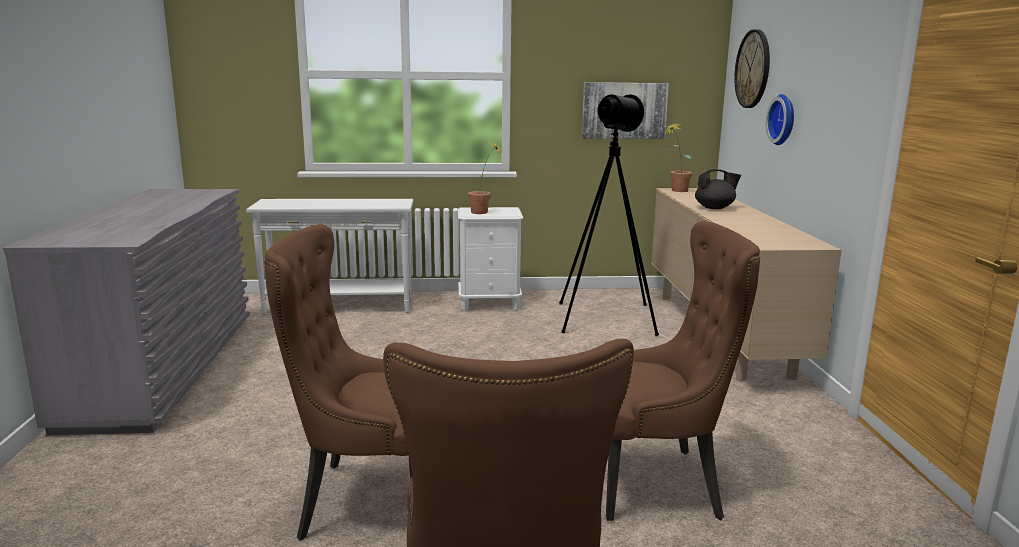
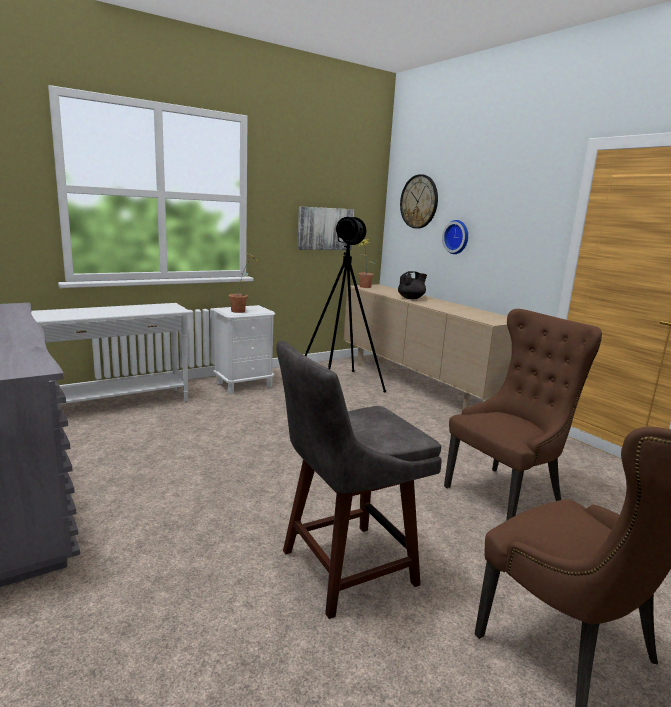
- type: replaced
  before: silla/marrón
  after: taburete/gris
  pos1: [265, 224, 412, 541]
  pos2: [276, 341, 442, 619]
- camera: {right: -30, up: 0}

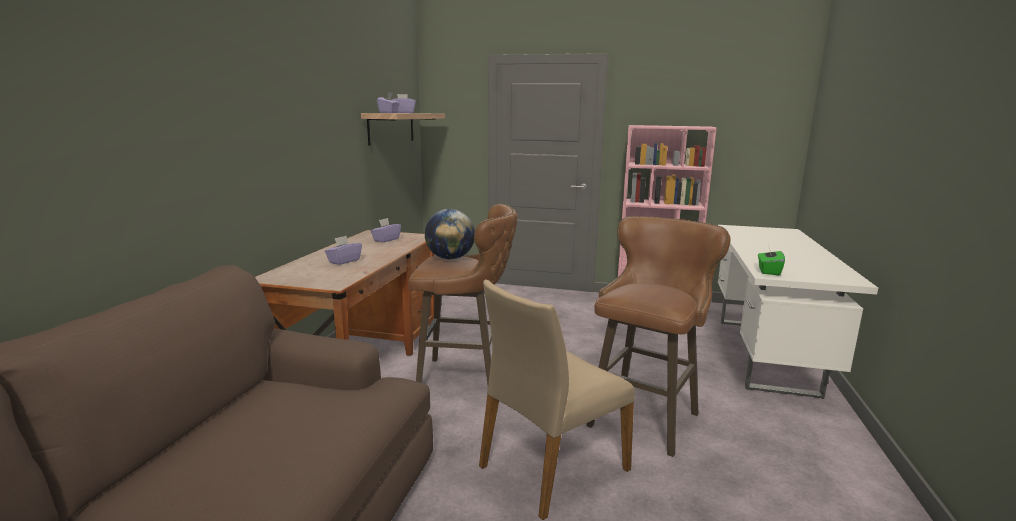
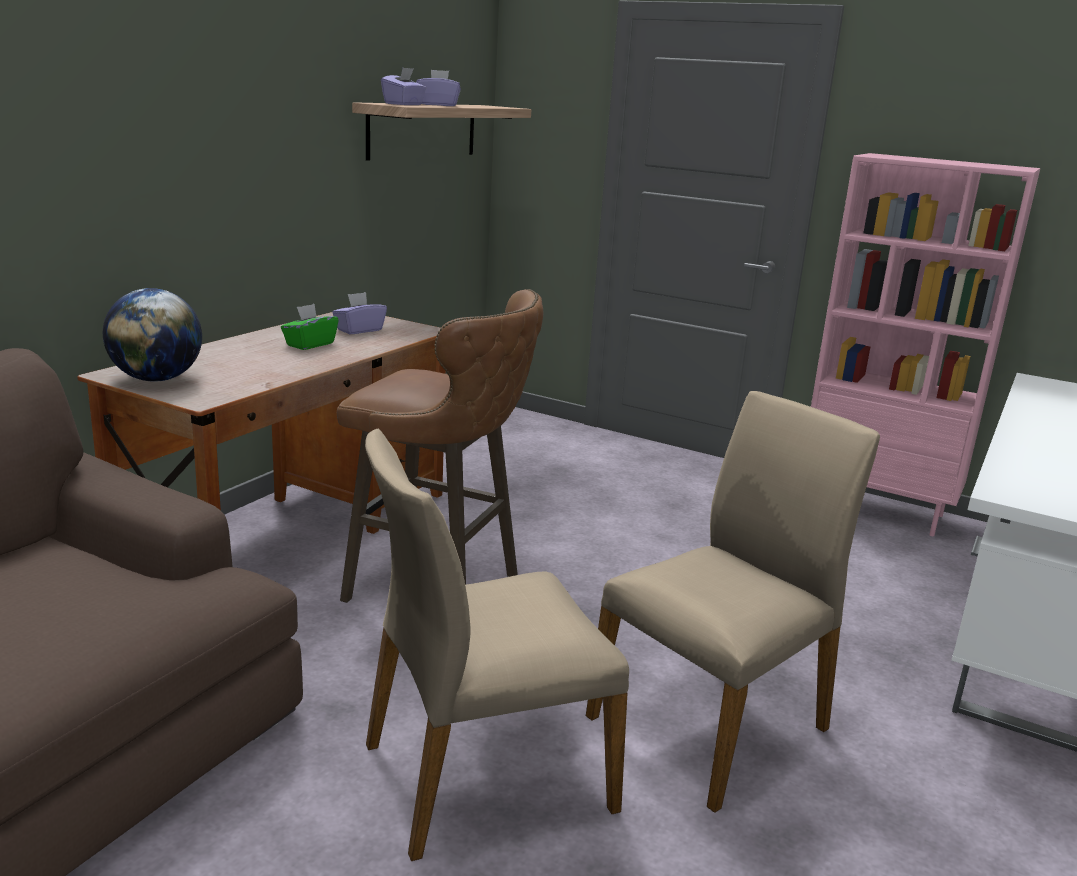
- type: moved
  before: globo terráqueo
  pos1: [425, 209, 475, 259]
  pos2: [103, 288, 202, 382]
- type: moved
  before: caja de pañuelos/verde
  pos1: [758, 244, 785, 275]
  pos2: [281, 304, 339, 350]
- type: replaced
  before: taburete/marrón
  after: silla/beis
  pos1: [586, 216, 731, 457]
  pos2: [586, 391, 880, 813]
- type: removed
  before: caja de pañuelos/morado
  pos1: [325, 236, 362, 265]
- camera: {right: 15, up: 5}

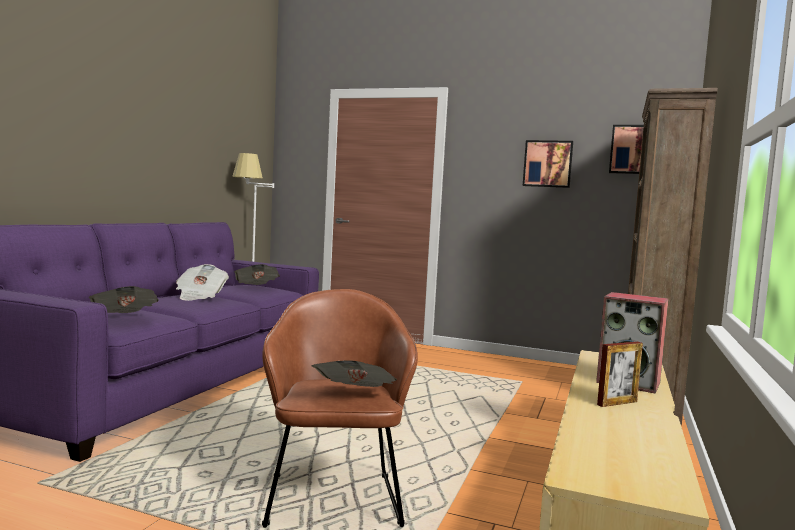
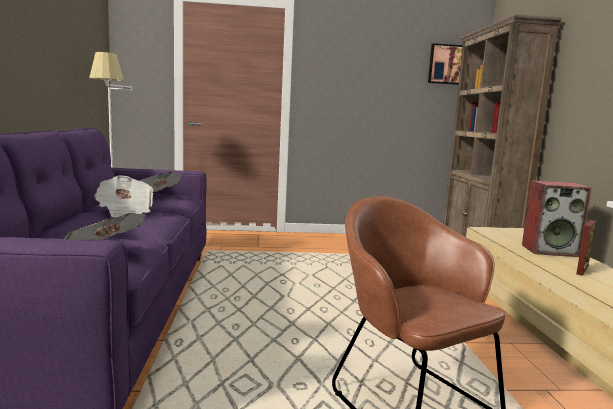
- type: removed
  before: periódico
  pos1: [311, 361, 397, 387]
- type: removed
  before: cuadro
  pos1: [523, 140, 573, 188]
- camera: {right: -25, up: 5}

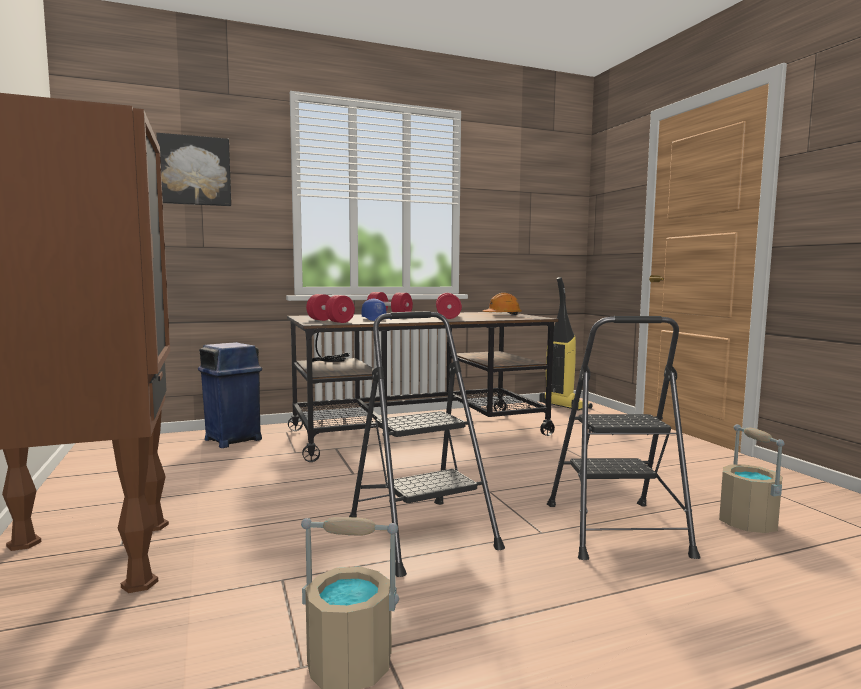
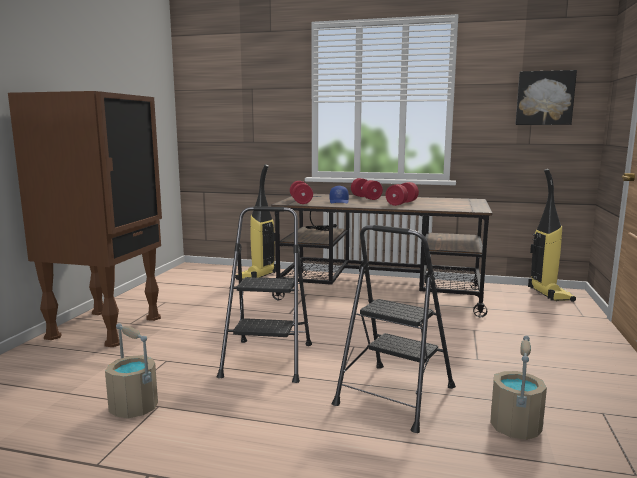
- type: replaced
  before: papelera/azul
  after: aspiradora
  pos1: [198, 342, 262, 448]
  pos2: [235, 165, 276, 280]
- type: moved
  before: cuadro
  pos1: [157, 133, 231, 206]
  pos2: [515, 70, 577, 125]
- type: removed
  before: casco/naranja
  pos1: [483, 293, 522, 315]
- camera: {right: 35, up: 5}

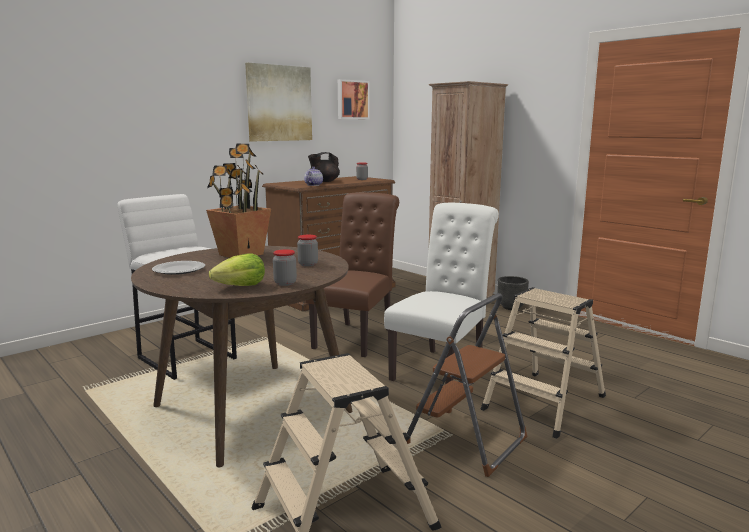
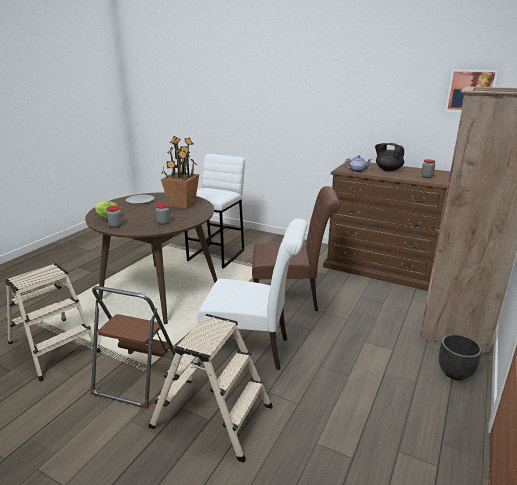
- type: removed
  before: cuadro
  pos1: [245, 63, 312, 141]
- camera: {right: 70, up: 10}

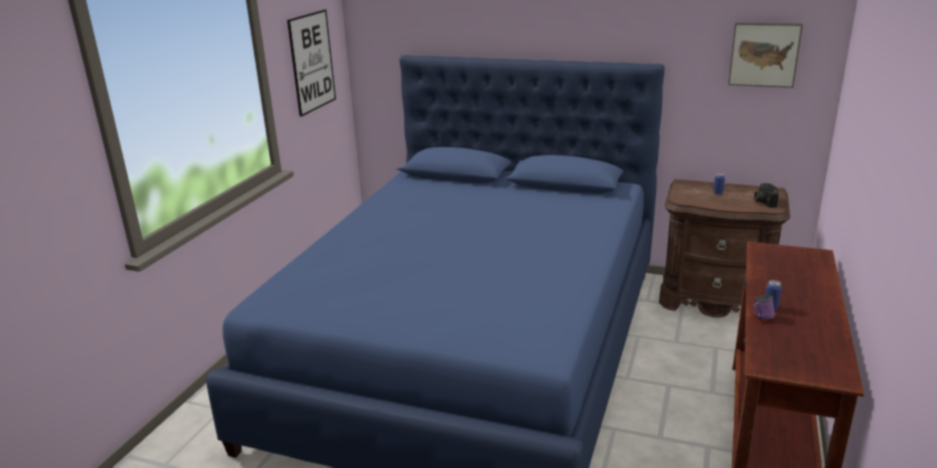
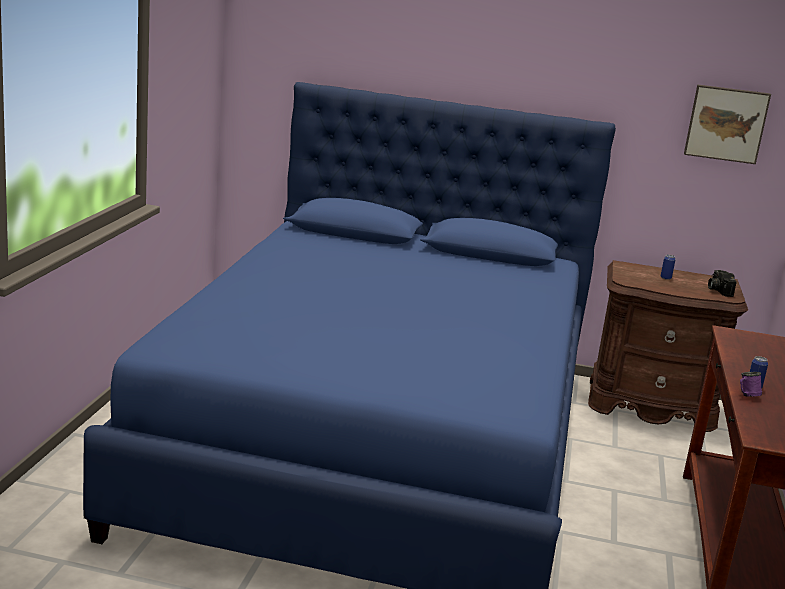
- type: removed
  before: cuadro
  pos1: [287, 9, 336, 117]
- camera: {right: -10, up: -5}

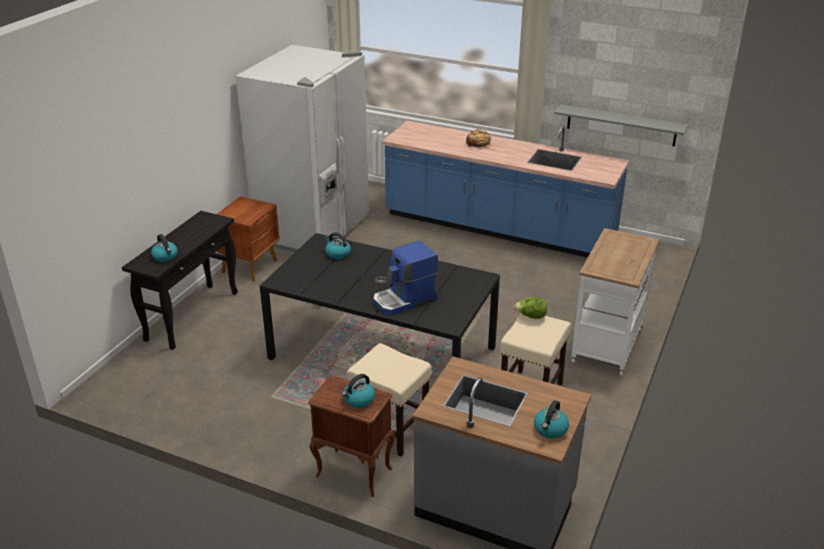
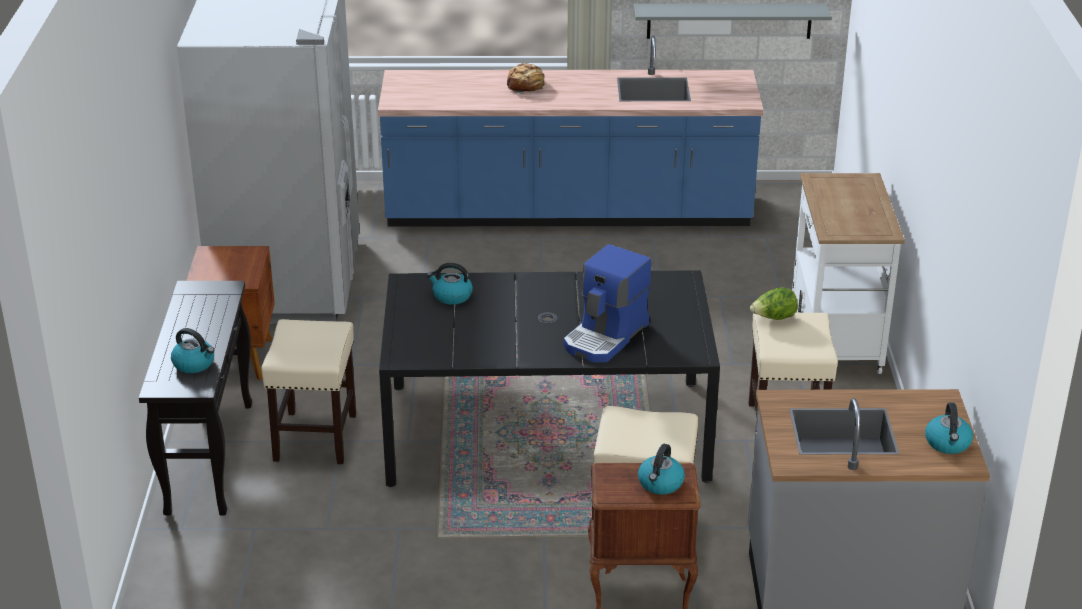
- type: added
  after: taburete/beis
  pos2: [261, 319, 356, 464]
- camera: {right: -25, up: 0}

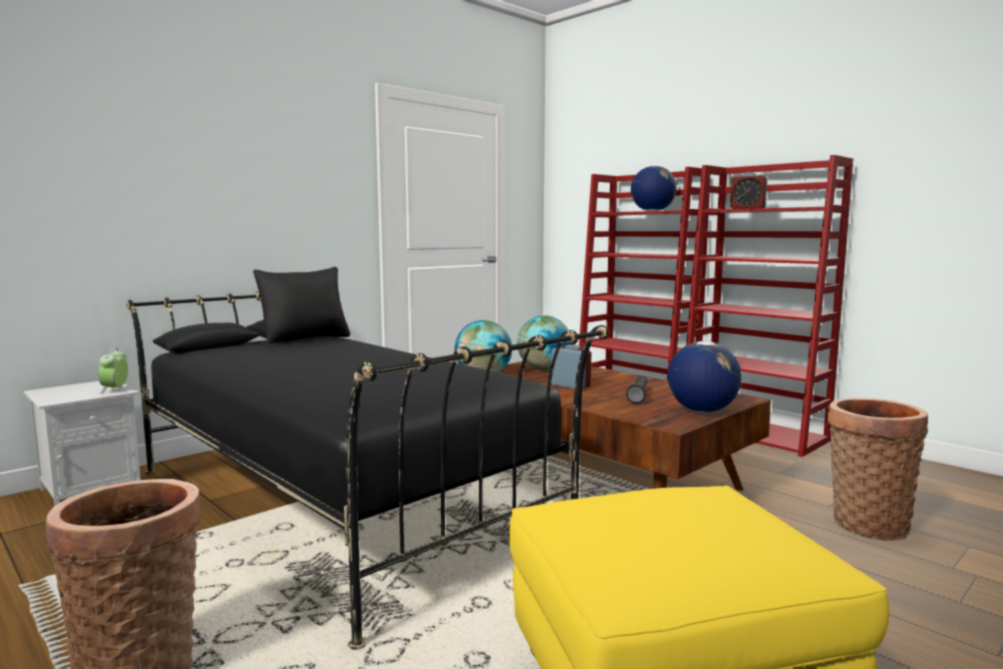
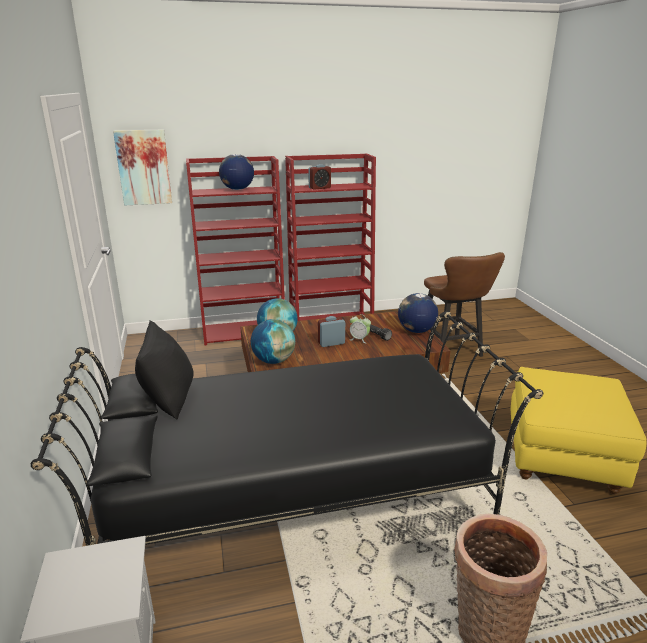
- type: added
  after: cuadro
  pos2: [113, 130, 172, 205]
- type: moved
  before: despertador
  pos1: [98, 347, 128, 394]
  pos2: [350, 314, 371, 343]
- type: replaced
  before: cesta
  after: taburete/marrón
  pos1: [827, 398, 928, 541]
  pos2: [424, 252, 505, 357]
- camera: {right: -60, up: 15}

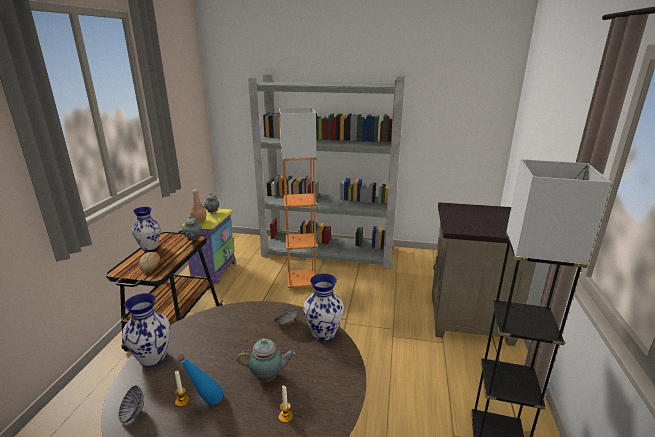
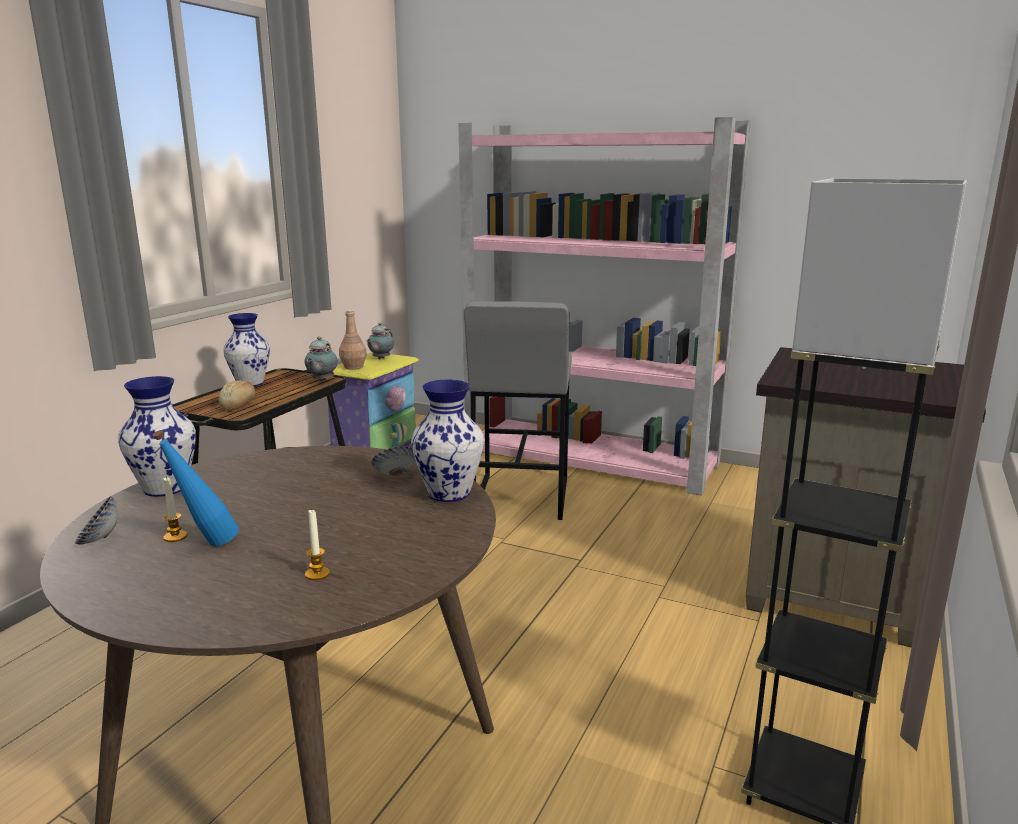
- type: recoloured
  before: estantería/gris
  after: estantería/rosa
  pos1: [248, 75, 405, 269]
  pos2: [458, 117, 750, 496]
- type: replaced
  before: lámpara de pie/naranja
  after: taburete/gris
  pos1: [279, 108, 318, 291]
  pos2: [464, 301, 572, 520]
- type: removed
  before: tetera
  pos1: [237, 338, 295, 382]
- camera: {right: 15, up: -5}

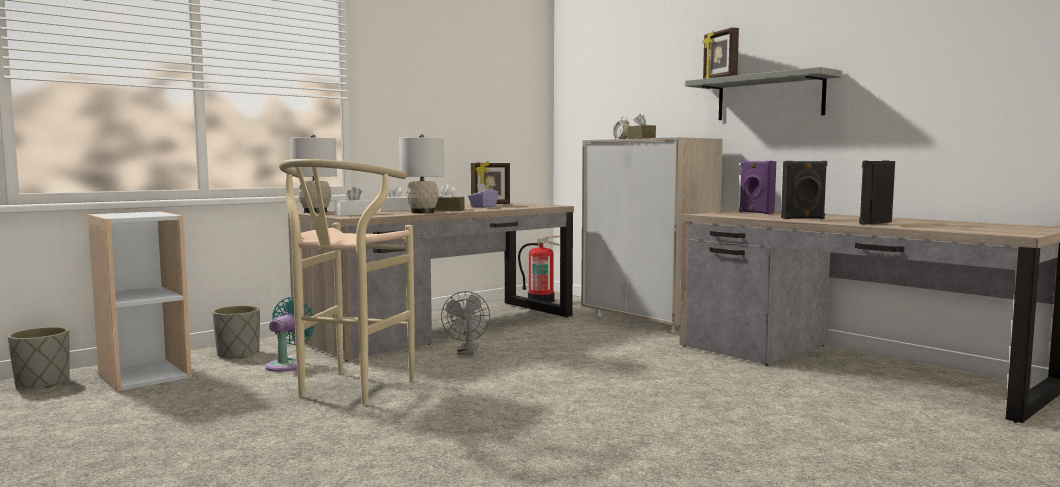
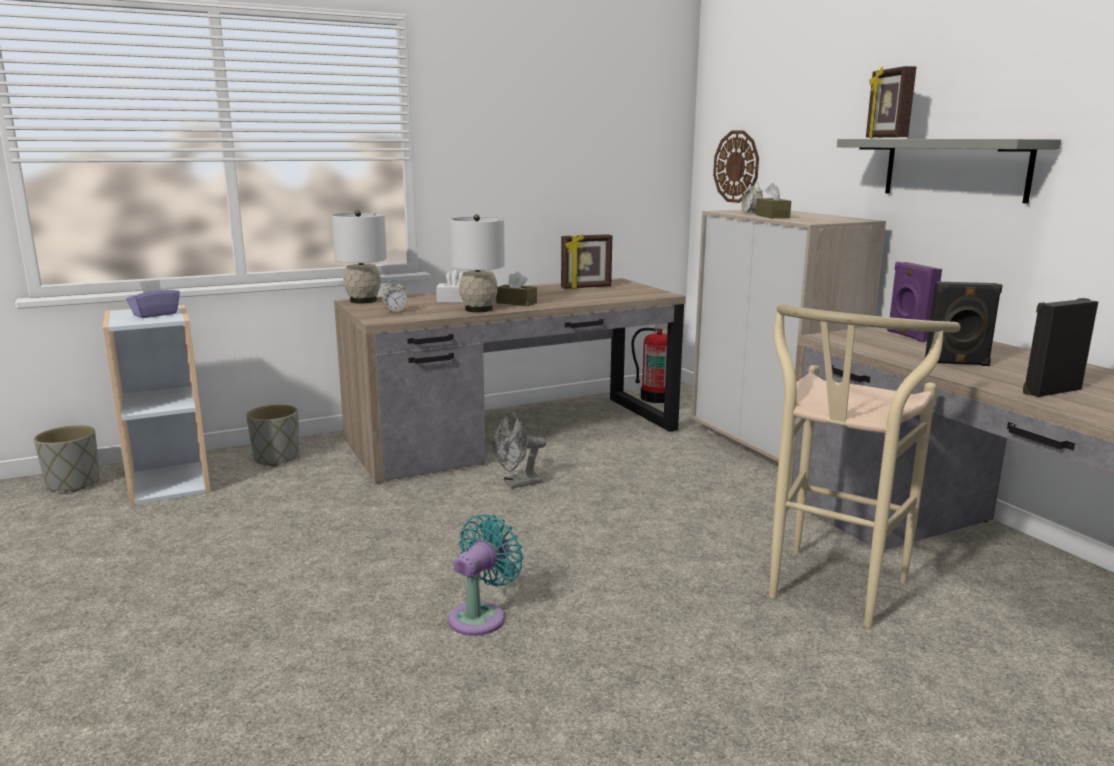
- type: moved
  before: caja de pañuelos/morado
  pos1: [468, 184, 498, 208]
  pos2: [126, 280, 180, 318]
- type: replaced
  before: caja de pañuelos/blanco
  after: despertador
  pos1: [335, 186, 372, 216]
  pos2: [382, 280, 407, 313]
- type: moved
  before: ventilador/turquesa
  pos1: [266, 297, 315, 372]
  pos2: [449, 514, 524, 636]
- type: turned
  before: ventilador/gris
  pos1: [441, 291, 490, 355]
  pos2: [493, 412, 546, 488]
  turn: 45
- type: added
  after: reloj de pared
  pos2: [713, 130, 759, 203]
- type: moved
  before: taburete/beis
  pos1: [279, 159, 415, 405]
  pos2: [769, 303, 961, 628]
- camera: {right: 15, up: 10}

